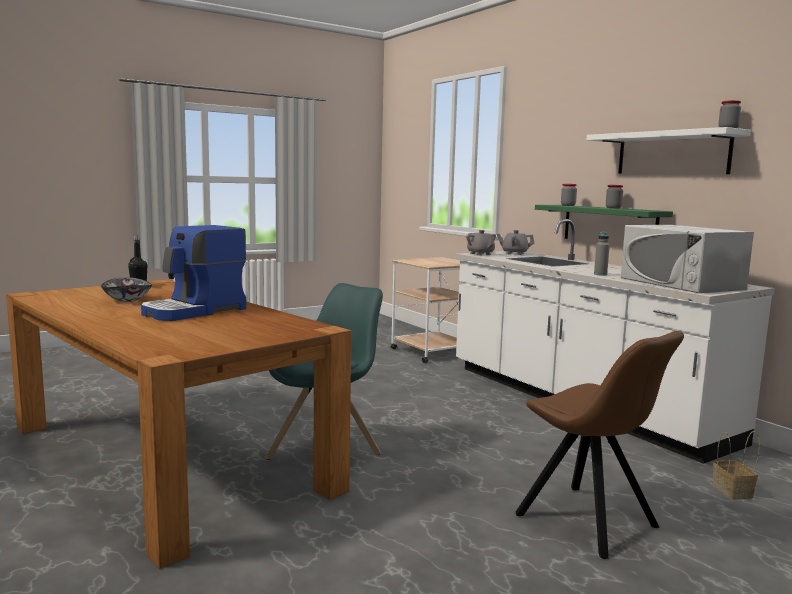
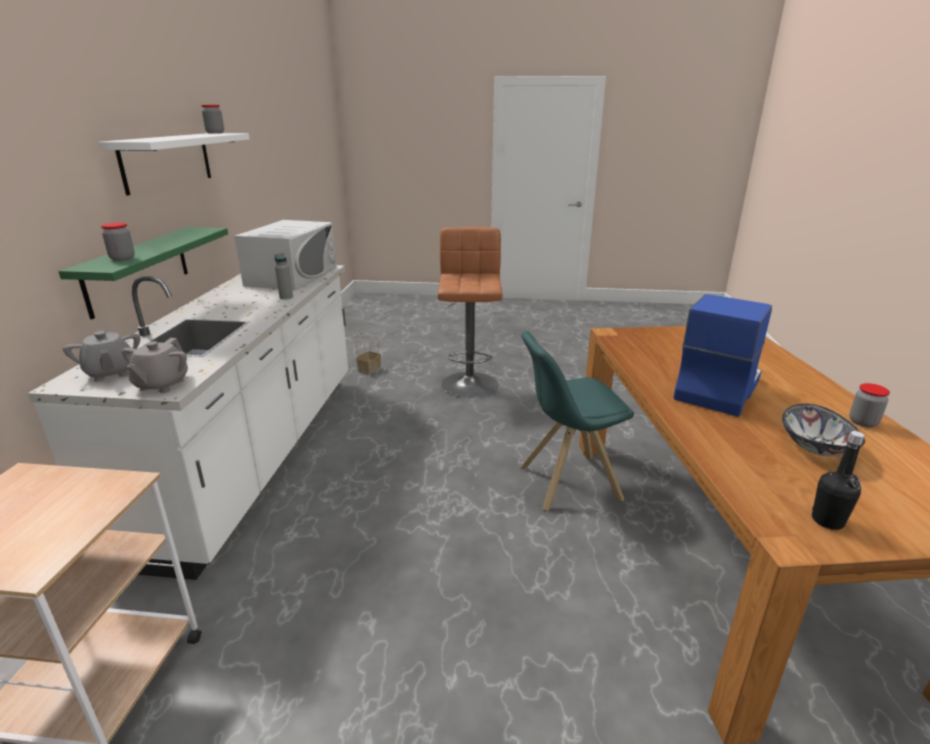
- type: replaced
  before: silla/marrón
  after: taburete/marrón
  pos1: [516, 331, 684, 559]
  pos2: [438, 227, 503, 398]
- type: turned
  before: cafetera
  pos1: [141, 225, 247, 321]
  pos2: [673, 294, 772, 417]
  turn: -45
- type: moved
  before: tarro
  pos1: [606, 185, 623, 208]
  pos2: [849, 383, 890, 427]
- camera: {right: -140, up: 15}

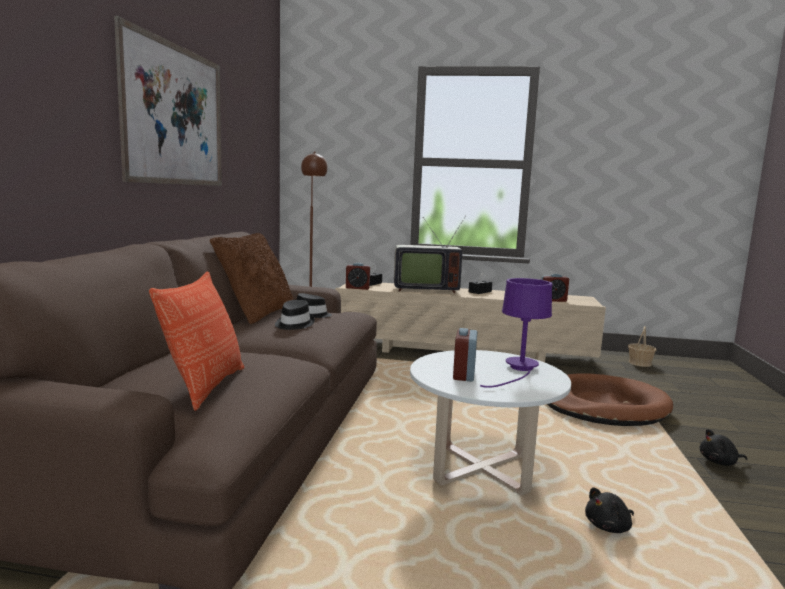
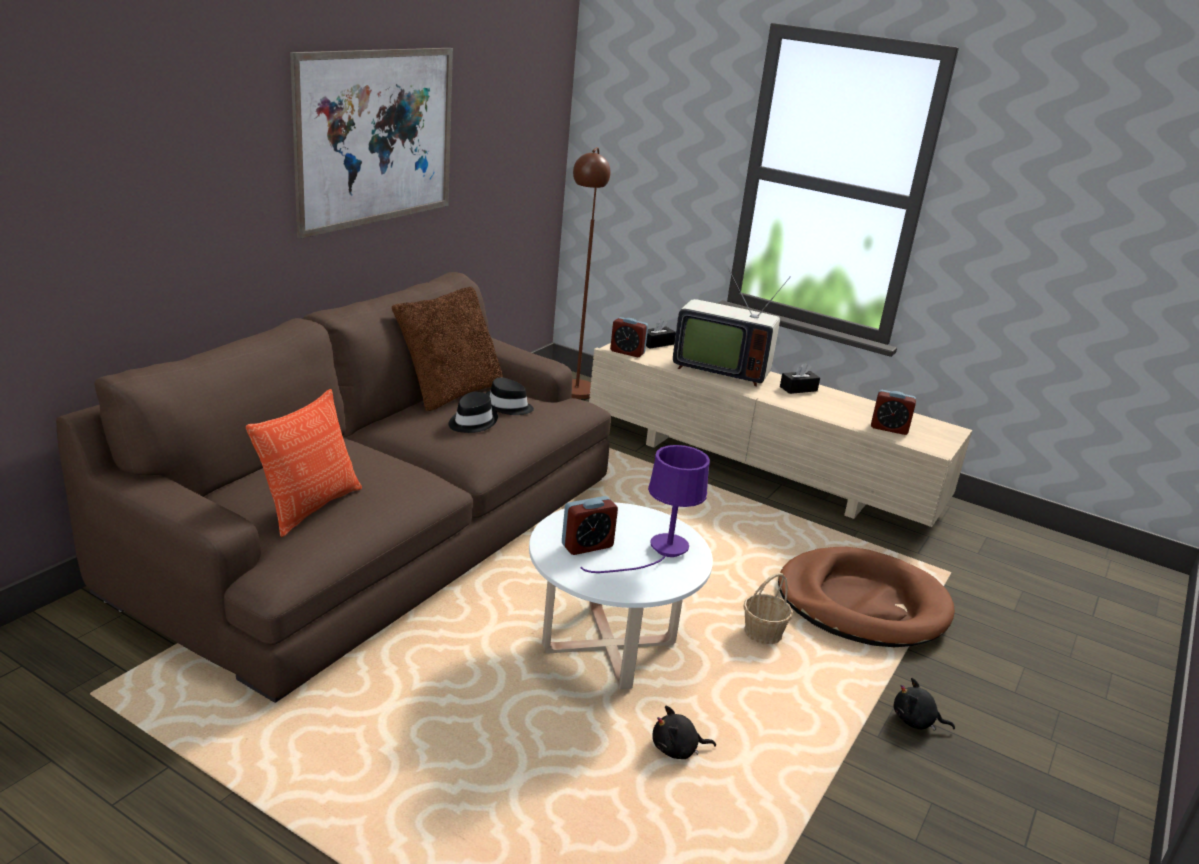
- type: turned
  before: despertador
  pos1: [453, 328, 477, 382]
  pos2: [562, 496, 618, 555]
  turn: -150
- type: moved
  before: cesta
  pos1: [628, 326, 656, 367]
  pos2: [743, 573, 793, 644]
- camera: {right: 20, up: 15}

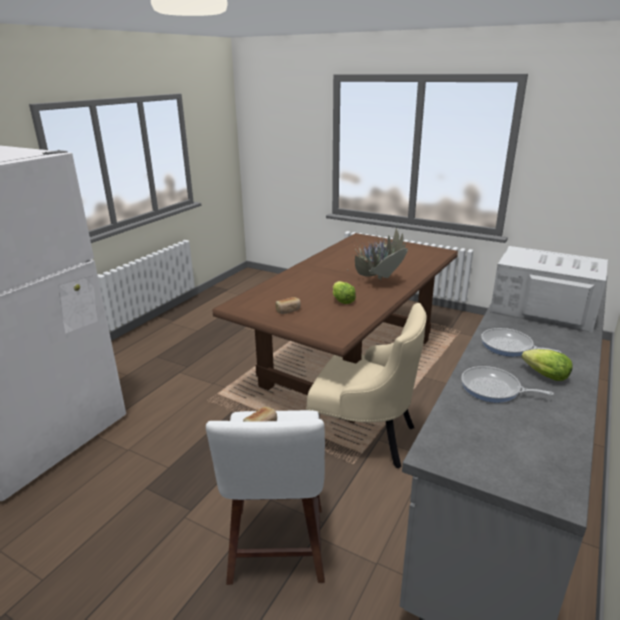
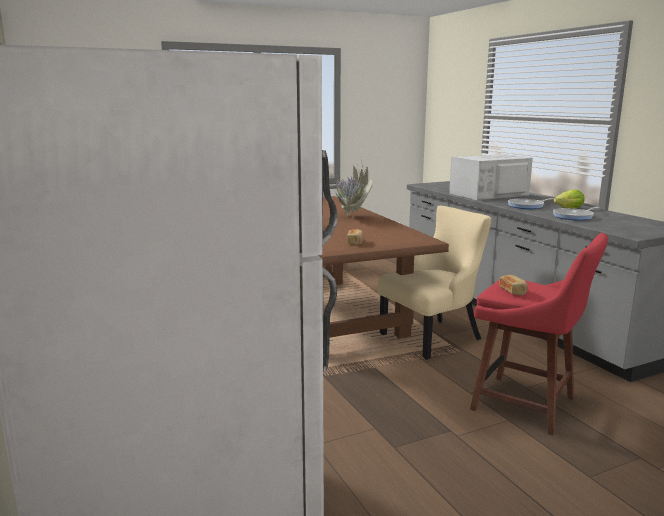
- type: recoloured
  before: taburete/blanco
  after: taburete/rojo
  pos1: [206, 410, 325, 585]
  pos2: [470, 233, 608, 435]
- type: removed
  before: lechuga
  pos1: [333, 281, 356, 304]
- camera: {right: -55, up: -10}

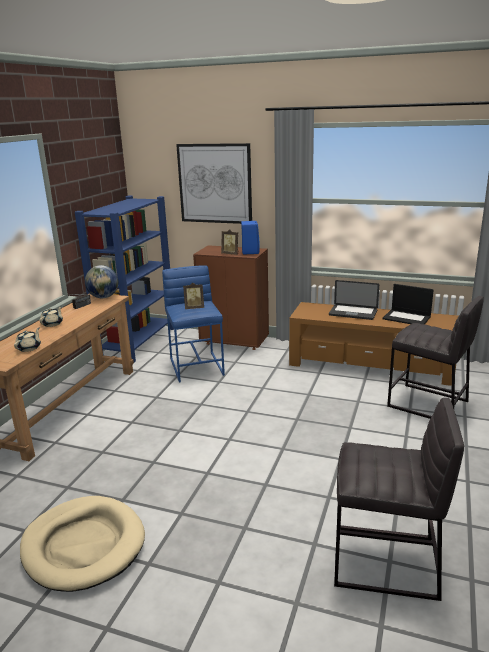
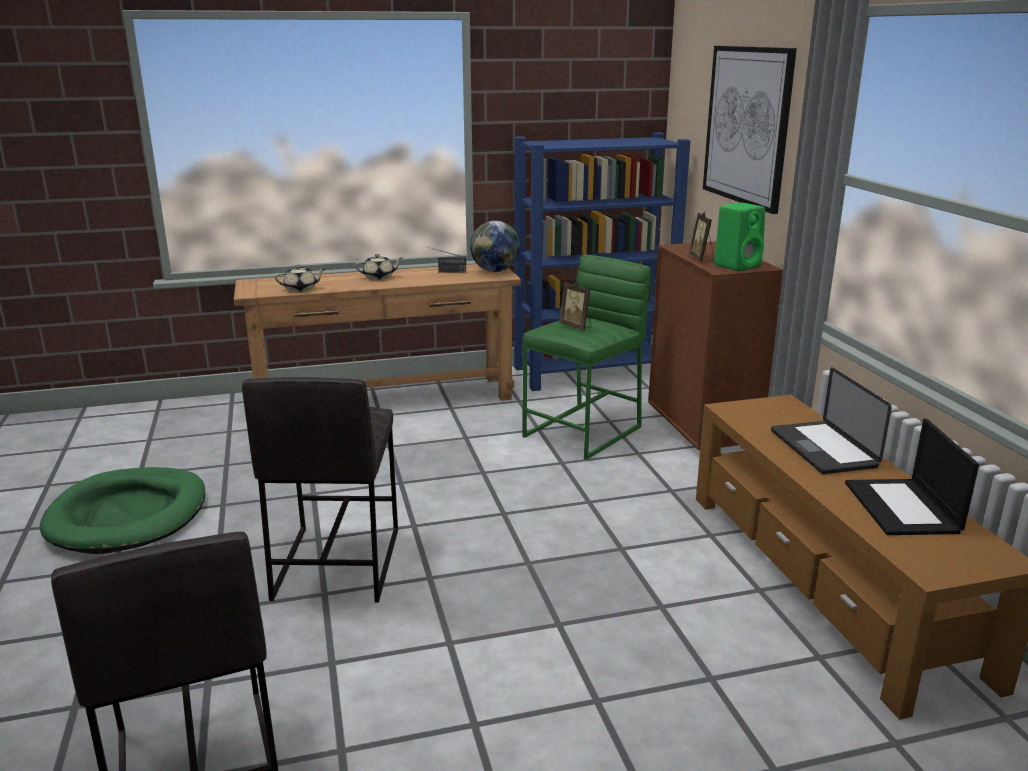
- type: recoloured
  before: cama para perro/beis
  after: cama para perro/verde
  pos1: [20, 496, 145, 592]
  pos2: [40, 467, 205, 554]
- type: moved
  before: taburete/gris
  pos1: [387, 296, 484, 419]
  pos2: [242, 377, 398, 602]
- type: recoloured
  before: taburete/azul
  after: taburete/verde
  pos1: [162, 265, 225, 382]
  pos2: [522, 255, 651, 460]
- type: recoloured
  before: altavoz/azul
  after: altavoz/verde
  pos1: [241, 221, 260, 254]
  pos2: [714, 202, 765, 271]
- camera: {right: 55, up: 0}

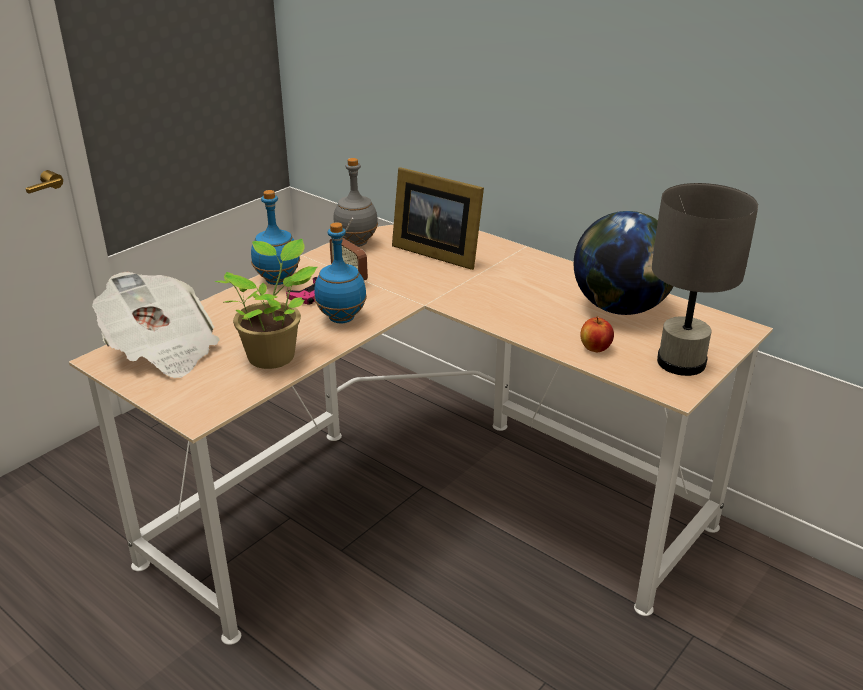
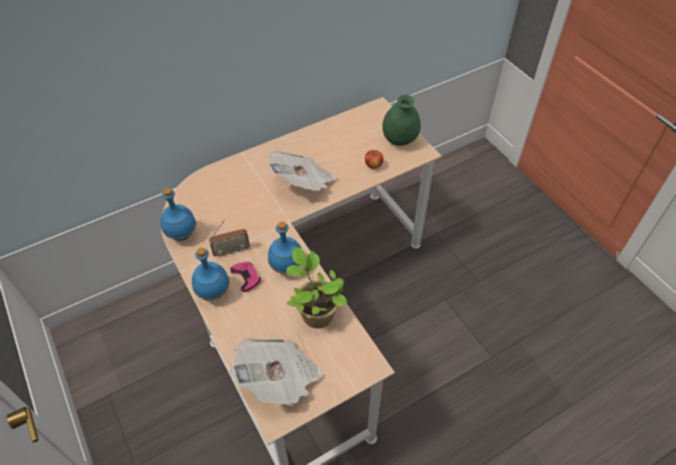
- type: recoloured
  before: botella/gris
  after: botella/azul
  pos1: [333, 158, 378, 247]
  pos2: [161, 188, 196, 241]
- type: added
  after: periódico
  pos2: [267, 151, 337, 192]
- type: replaced
  before: lámpara de mesa/gris
  after: florero/verde
  pos1: [652, 183, 758, 376]
  pos2: [382, 94, 421, 146]
- type: removed
  before: portarretratos
  pos1: [392, 167, 484, 270]
- type: removed
  before: globo terráqueo
  pos1: [574, 211, 674, 315]
- camera: {right: -70, up: 20}

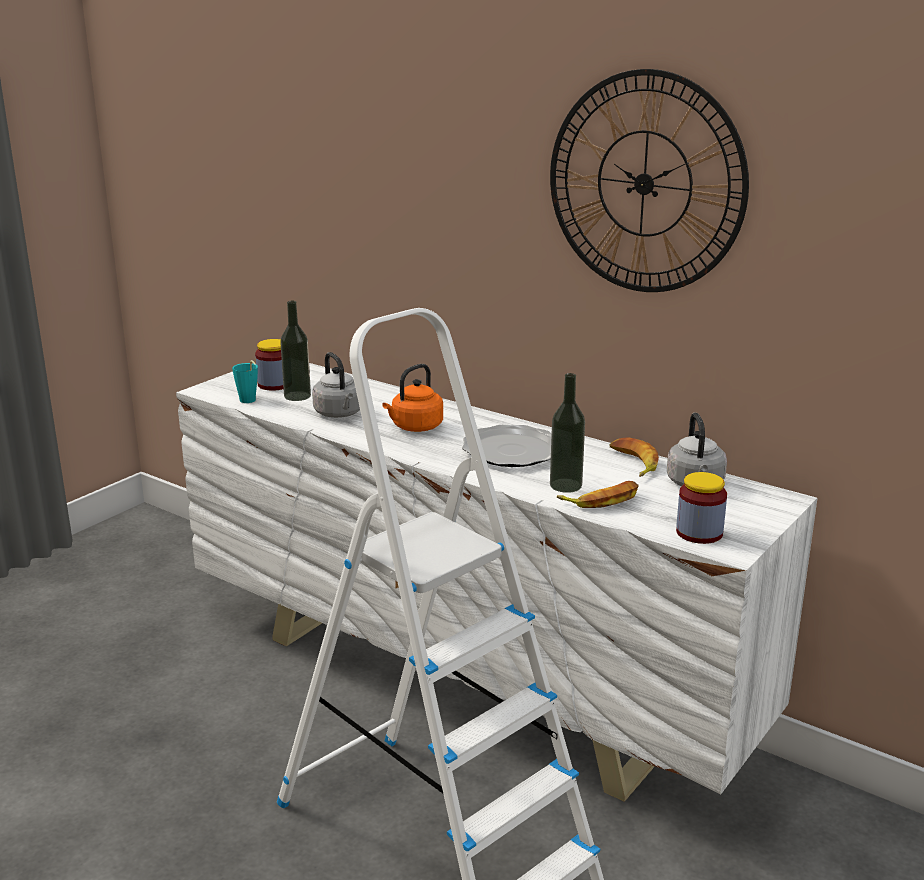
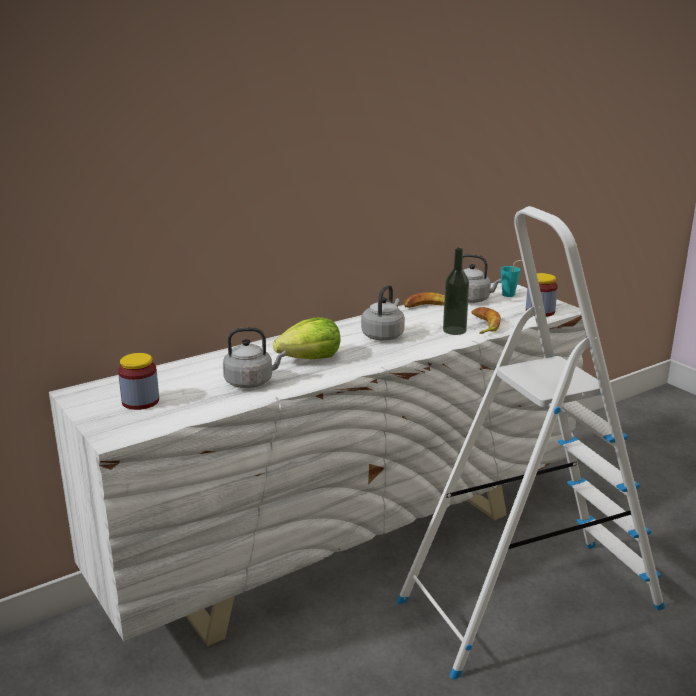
- type: replaced
  before: hervidor/naranja
  after: lechuga
  pos1: [382, 364, 443, 432]
  pos2: [273, 317, 341, 359]
- type: replaced
  before: plato
  after: hervidor/gris
  pos1: [462, 425, 552, 467]
  pos2: [362, 285, 405, 341]
- type: moved
  before: taza/turquesa
  pos1: [232, 360, 258, 403]
  pos2: [501, 260, 522, 297]
- type: removed
  before: botella
  pos1: [280, 301, 311, 401]
- type: removed
  before: reloj de pared
  pos1: [550, 69, 749, 292]
- camera: {right: -70, up: 0}

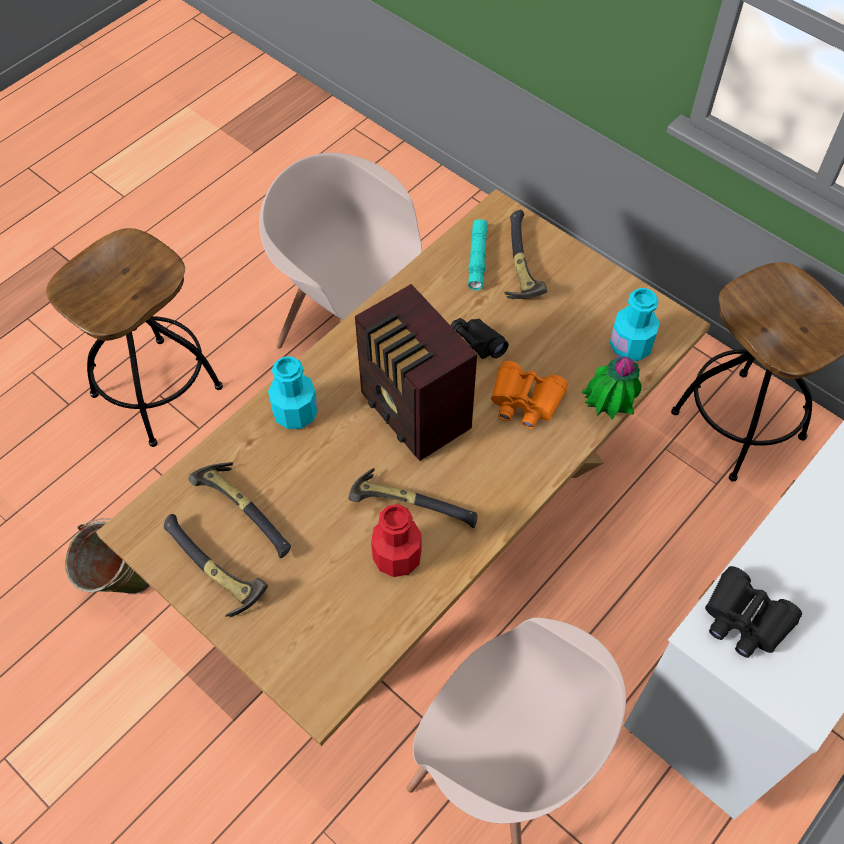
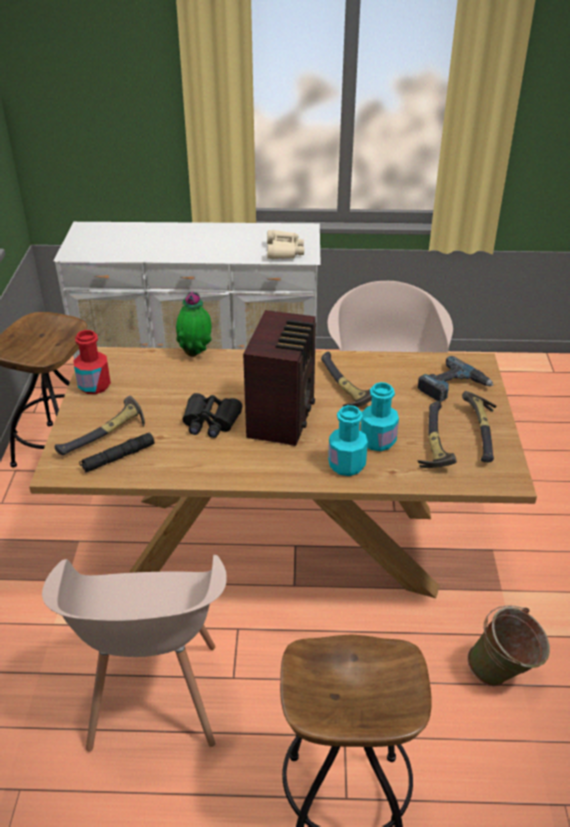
- type: moved
  before: botella/rojo
  pos1: [371, 504, 421, 577]
  pos2: [73, 330, 111, 394]
- type: recoloured
  before: linterna/turquesa
  after: linterna/negro
  pos1: [468, 219, 487, 290]
  pos2: [79, 433, 154, 473]
- type: recoloured
  before: prismáticos/negro
  after: prismáticos/beis
  pos1: [705, 566, 802, 658]
  pos2: [267, 230, 304, 259]
- type: moved
  before: botella/turquesa
  pos1: [610, 288, 660, 361]
  pos2: [360, 382, 399, 451]
- type: added
  after: taladro
  pos2: [418, 356, 493, 402]
- type: removed
  before: prismáticos/naranja
  pos1: [491, 361, 568, 429]
- camera: {right: -130, up: -20}

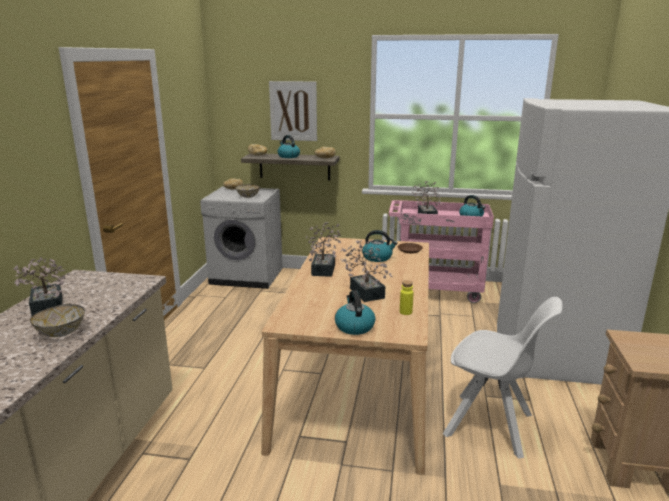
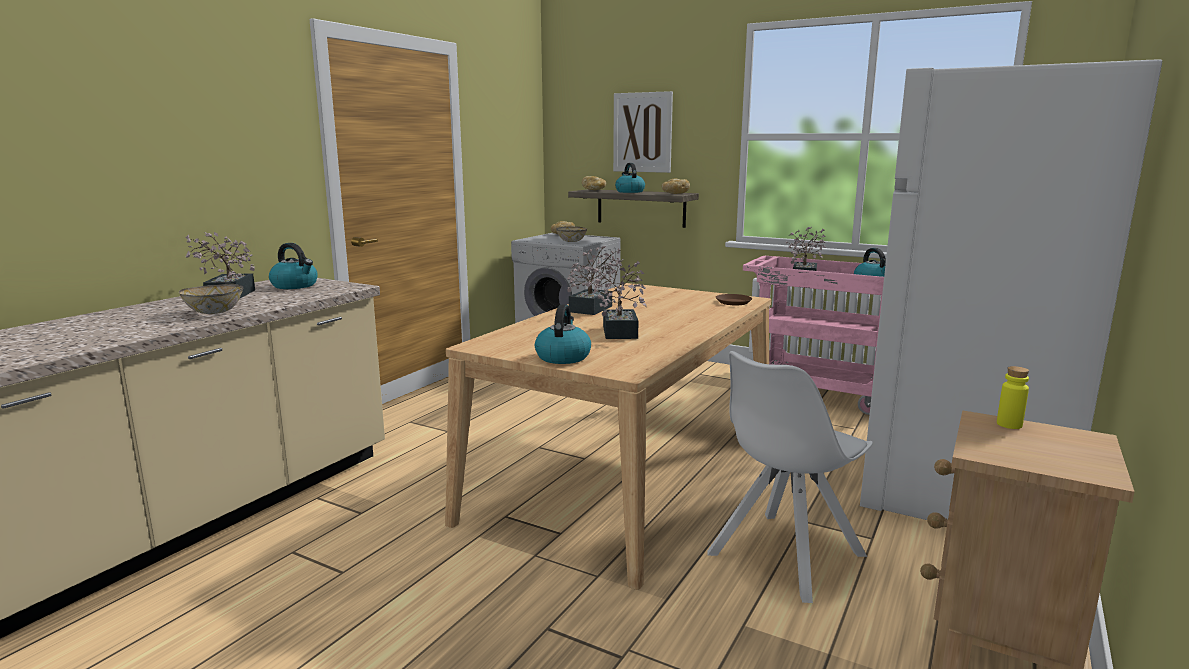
- type: moved
  before: hervidor
  pos1: [362, 230, 397, 262]
  pos2: [269, 243, 318, 289]
- type: turned
  before: silla/blanco
  pos1: [443, 297, 563, 459]
  pos2: [707, 351, 873, 603]
  turn: 90
- type: moved
  before: botella/amarillo
  pos1: [400, 280, 413, 315]
  pos2: [997, 366, 1029, 429]
- camera: {right: 20, up: -5}

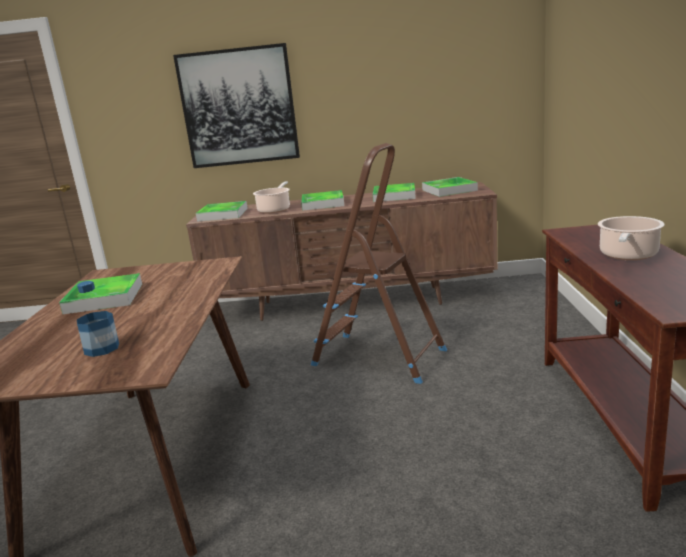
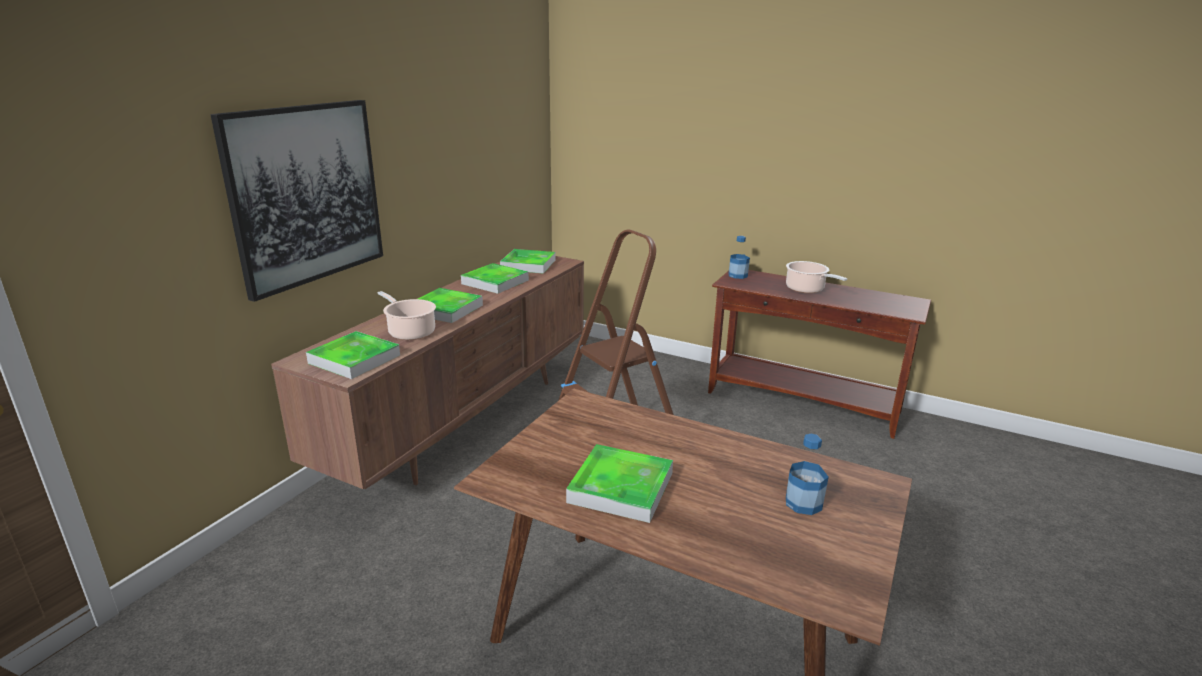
- type: added
  after: botella
  pos2: [729, 236, 750, 279]
- camera: {right: -65, up: 5}

